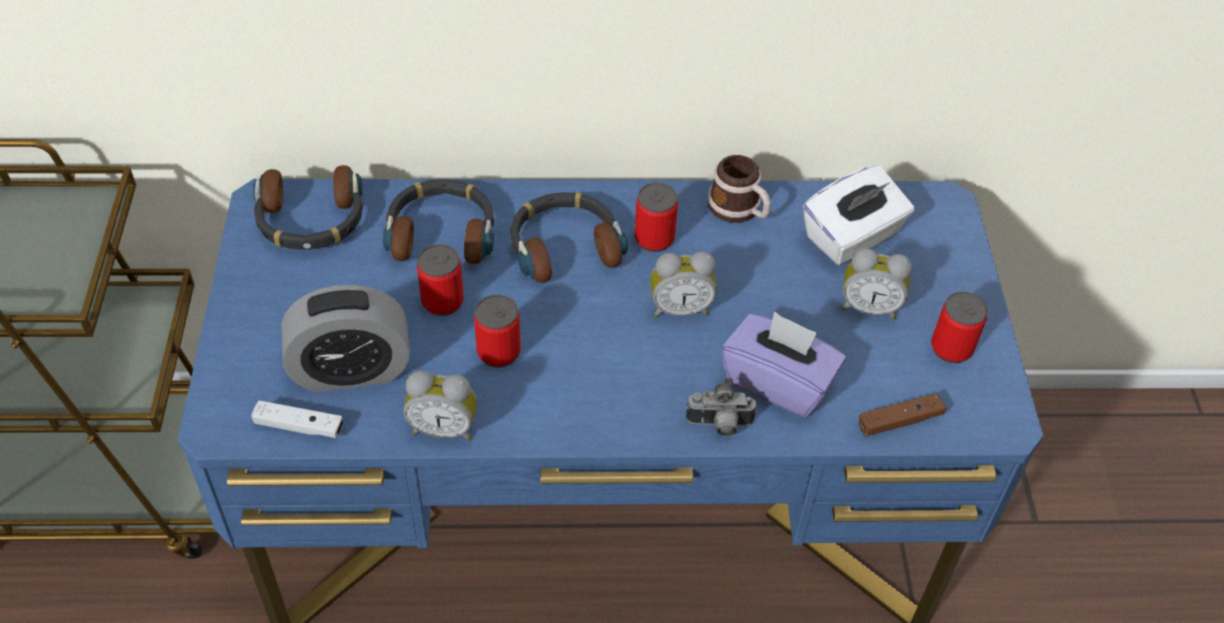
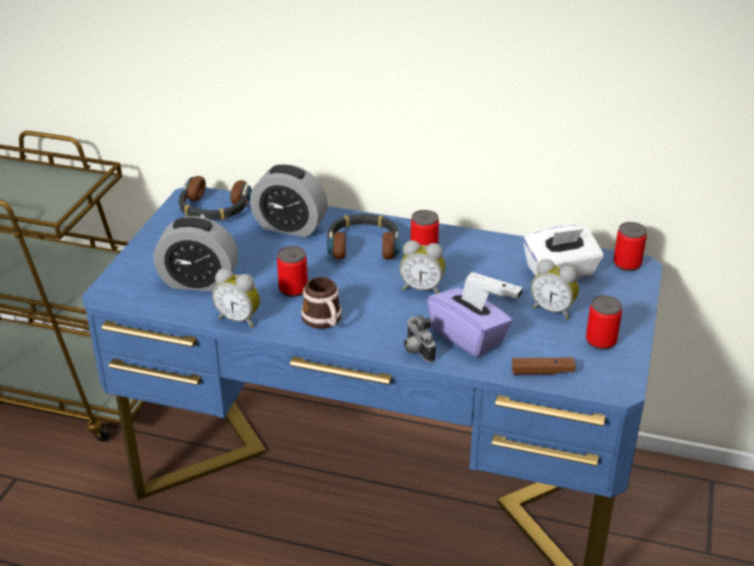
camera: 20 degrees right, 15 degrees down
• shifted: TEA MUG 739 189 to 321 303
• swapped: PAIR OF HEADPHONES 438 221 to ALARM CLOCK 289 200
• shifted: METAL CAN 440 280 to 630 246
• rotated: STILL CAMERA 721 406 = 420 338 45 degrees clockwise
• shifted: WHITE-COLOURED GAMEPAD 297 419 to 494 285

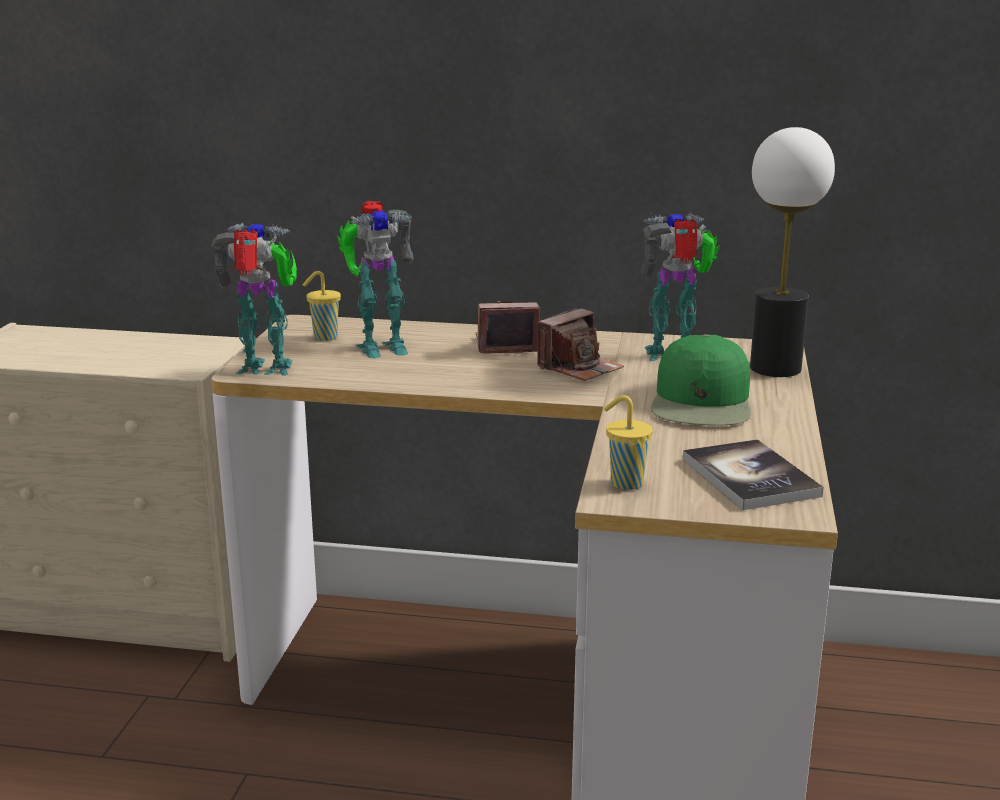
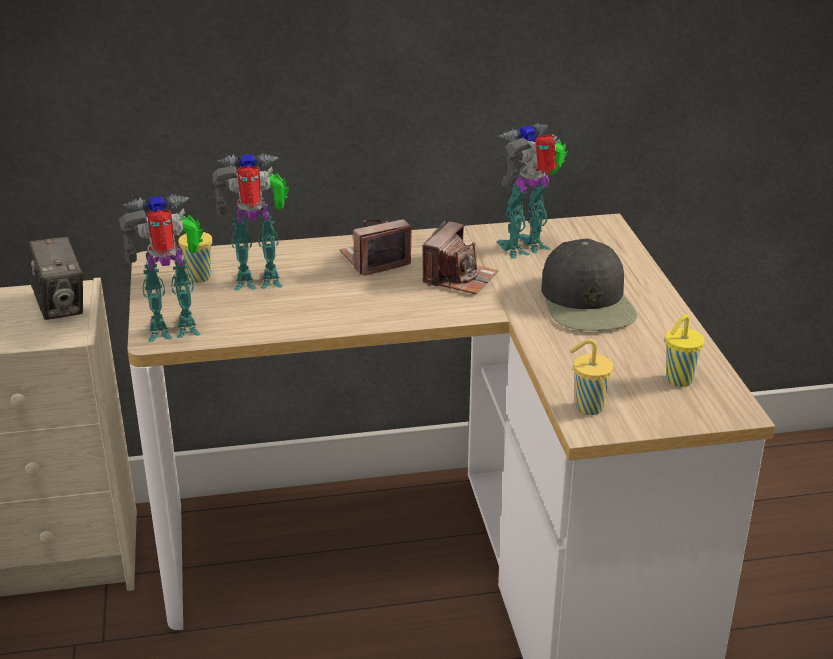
camera: 20 degrees left, 10 degrees up
• gone: TABLETOP LAMP 792 252
• rotated: TOY ROBOT 375 279 = 250 222 150 degrees counterclockwise
• repainted: GREEN BASEBALL CAP 701 380 to BLACK BASEBALL CAP 589 285
• swapped: VOLUME 753 474 to YELLOWISH CUP 685 350
• new: STILL CAMERA 55 278

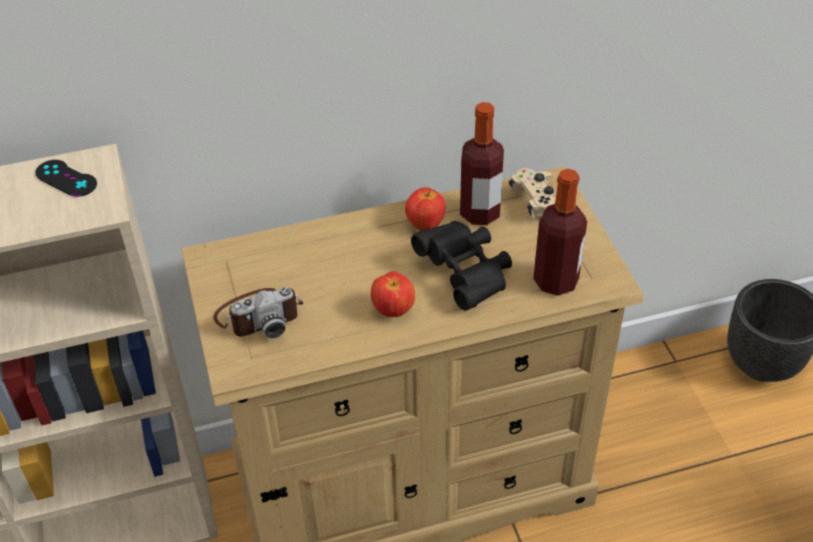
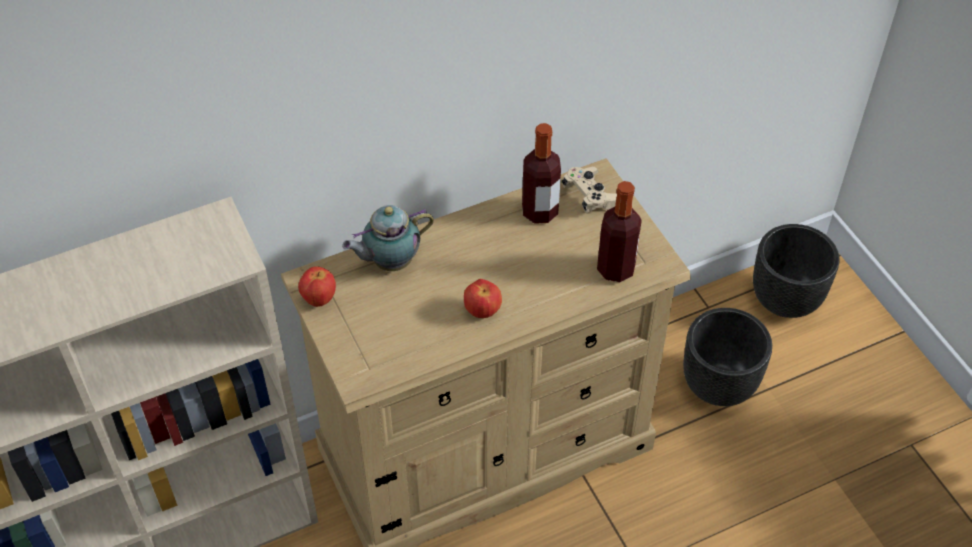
camera: 10 degrees left, 5 degrees up
• gone: BLACK GAMEPAD 66 178
• shifted: APPLE FRUIT 425 209 to 317 286
• gone: BLACK BINOCULARS 461 265
• gone: STILL CAMERA 258 312
• new: TEAPOT 388 238
• new: BLACK PLANTER 727 357

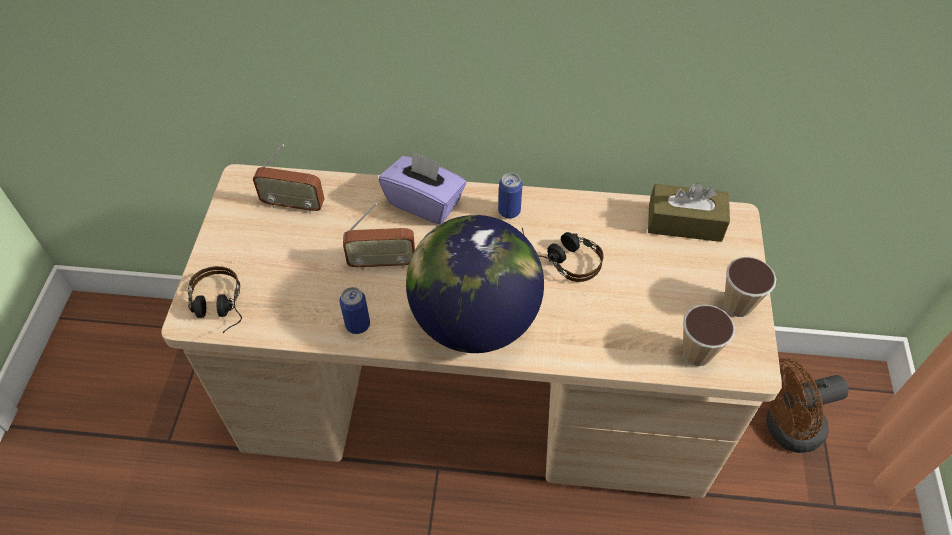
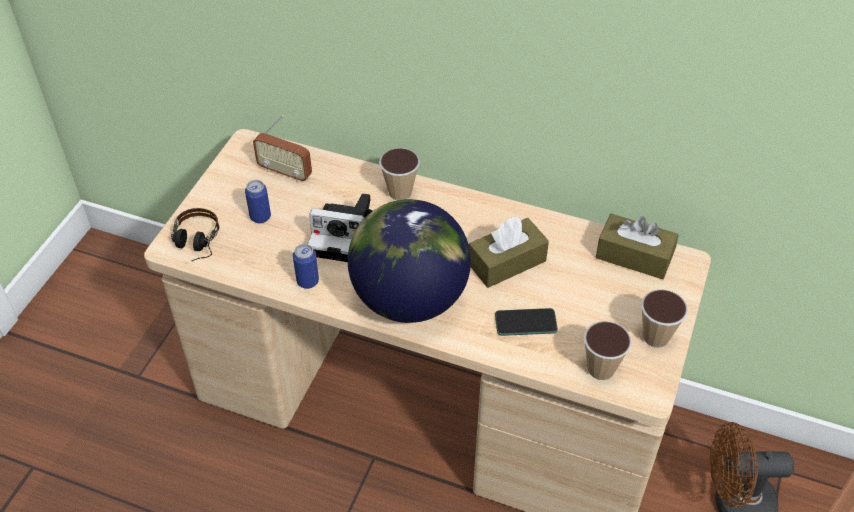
camera: 15 degrees right, 5 degrees down
• swapped: PURPLISH TISSUE BOX 422 188 to CUP 399 174
• shifted: METAL CAN 510 196 to 258 201
• swapped: RADIO 379 236 to STILL CAMERA 340 227
• swapped: PAIR OF HEADPHONES 563 255 to BROWN-COLOURED TISSUE BOX 509 252
• new: TELEPHONE 526 322

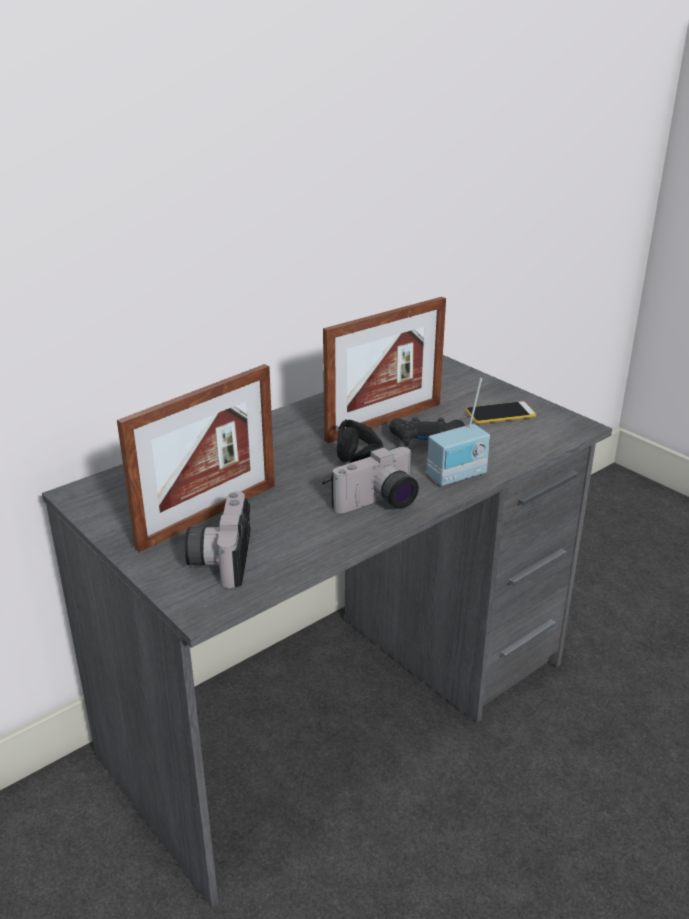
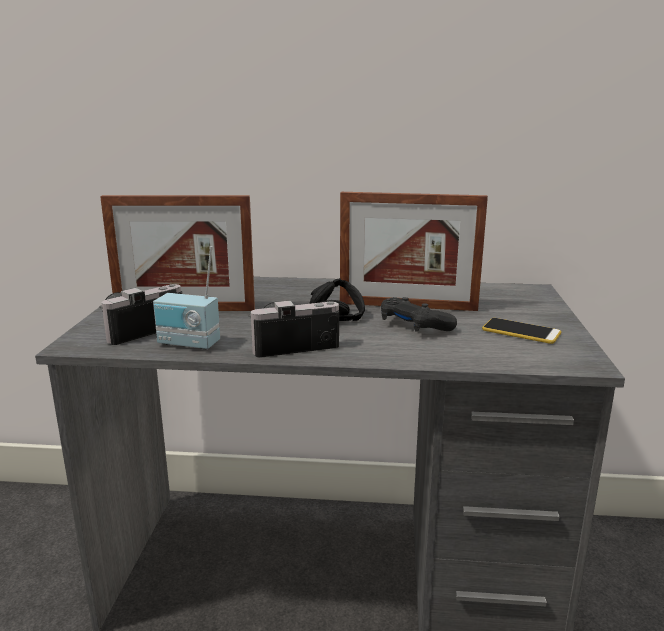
camera: 45 degrees right, 10 degrees down
• shifted: RADIO 458 432 to 186 298
• rotated: STILL CAMERA 375 479 = 293 329 150 degrees clockwise

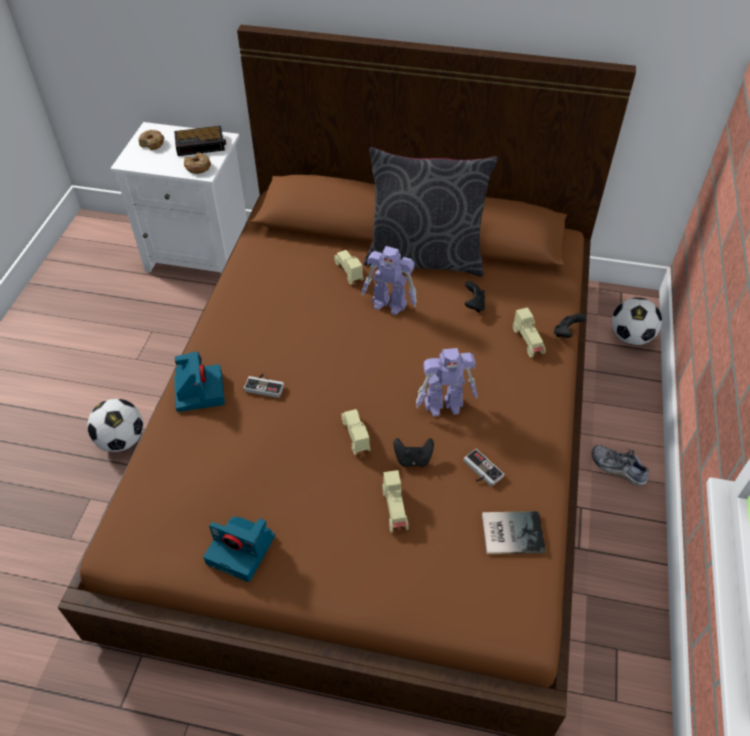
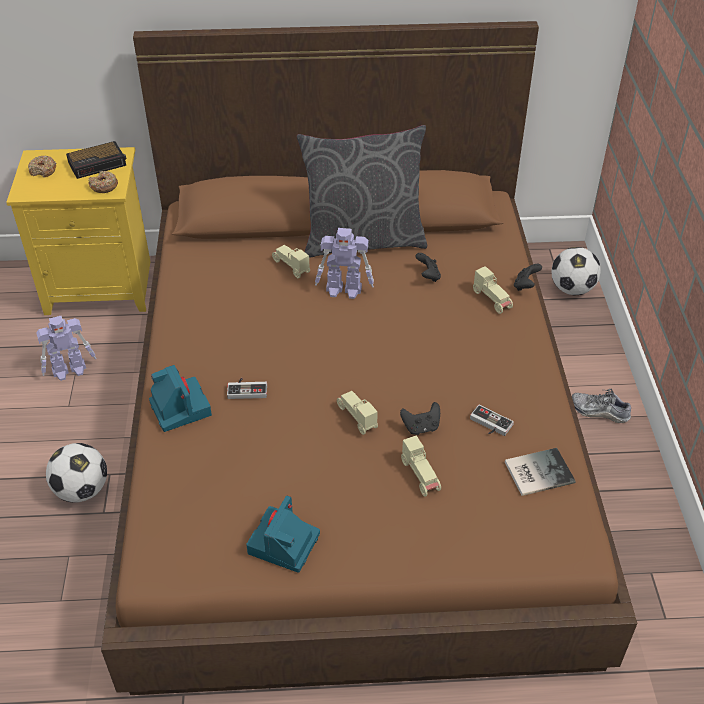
camera: 15 degrees left, 5 degrees down
• repainted: WHITE-COLOURED BEDSIDE TABLE 178 197 to YELLOWISH BEDSIDE TABLE 78 231
• shifted: TOY ROBOT 447 382 to 66 348
• rotated: STILL CAMERA 239 549 = 283 534 105 degrees clockwise

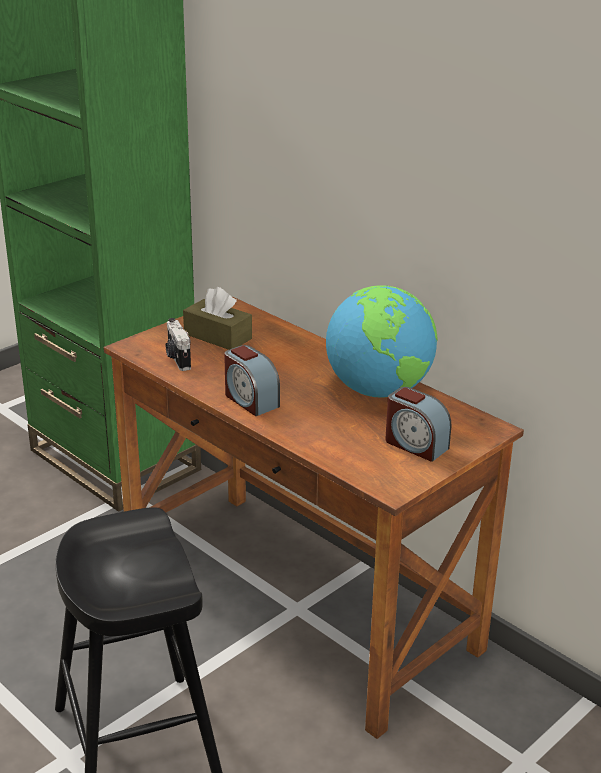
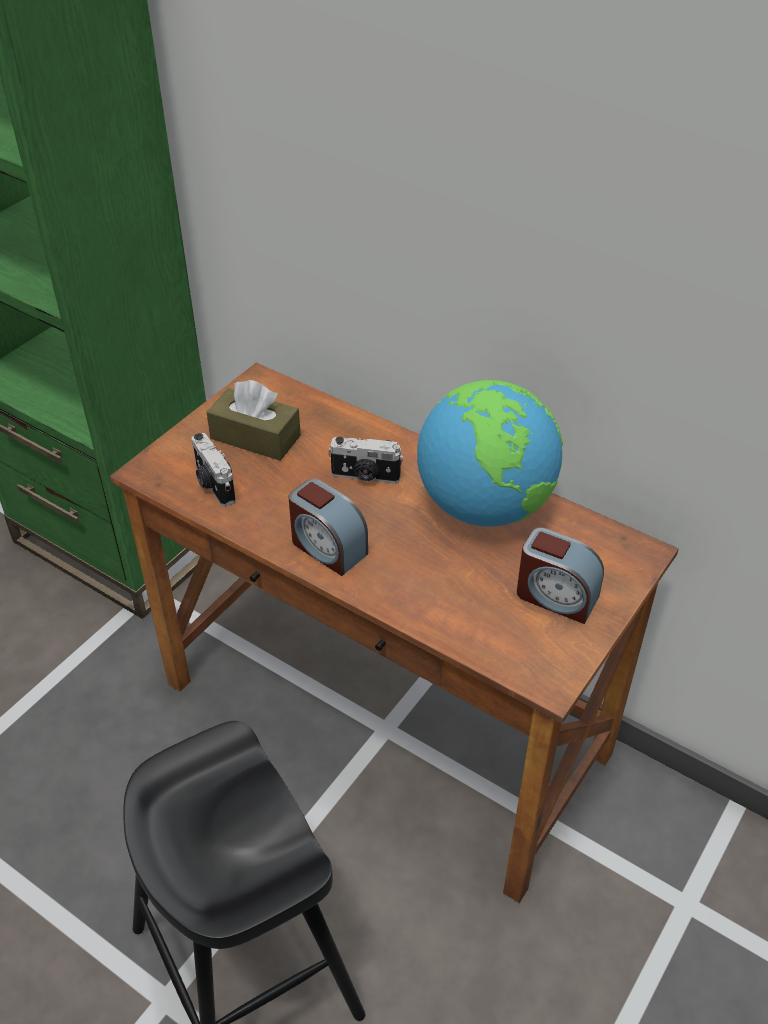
camera: 10 degrees left, 15 degrees up
• new: STILL CAMERA 365 460

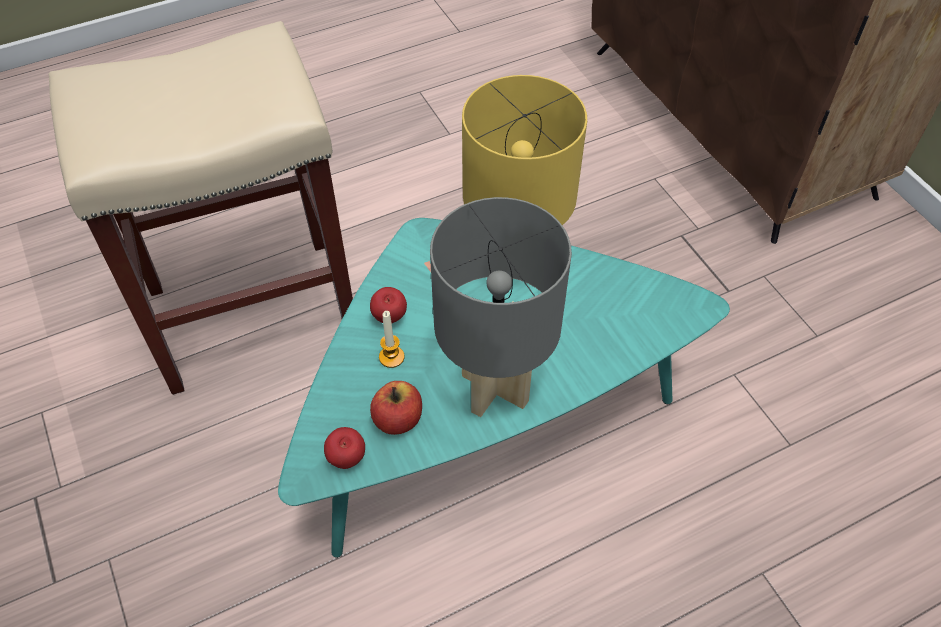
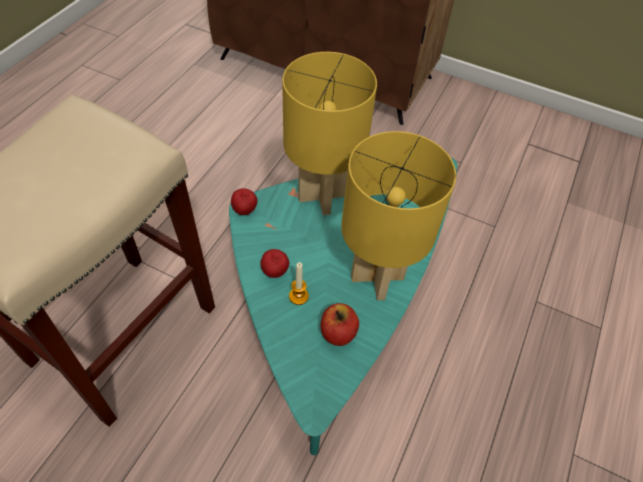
camera: 40 degrees left, 0 degrees up
• repainted: GREY TABLETOP LAMP 501 307 to YELLOWISH TABLETOP LAMP 398 215
• shifted: APPLE FRUIT 344 448 to 244 201

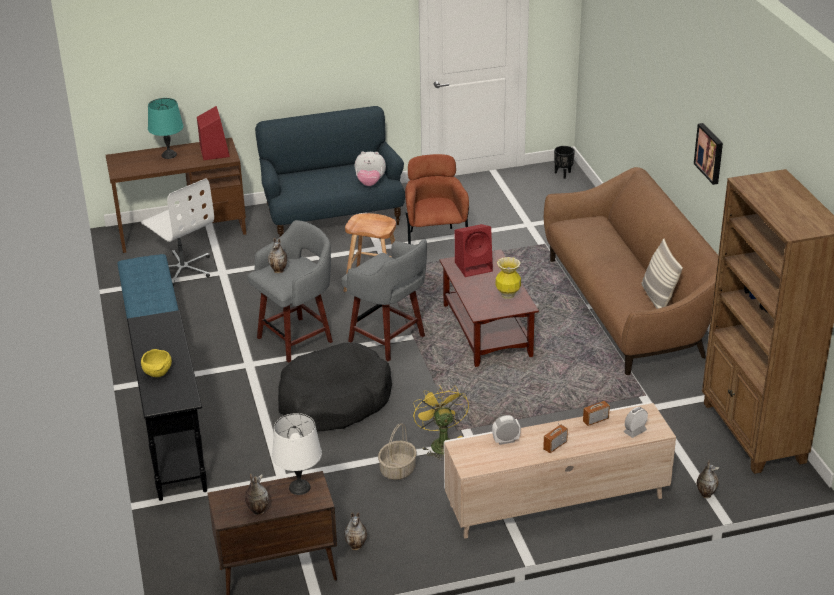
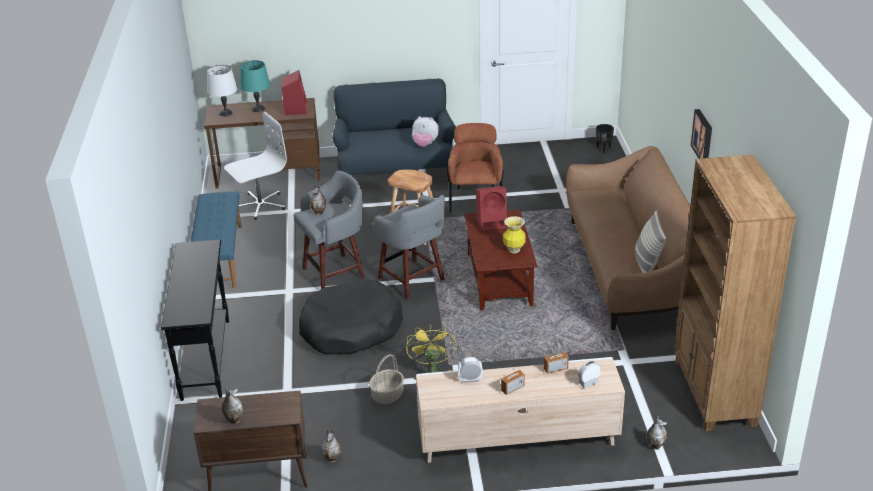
camera: 10 degrees right, 0 degrees up
• rotated: WHITE-COLOURED COMPUTER CHAIR 177 232 = 255 166 90 degrees counterclockwise
• gone: YELLOWISH DEEP DISH 156 363
• shifted: WHITE-COLOURED TABLETOP LAMP 297 454 to 222 91

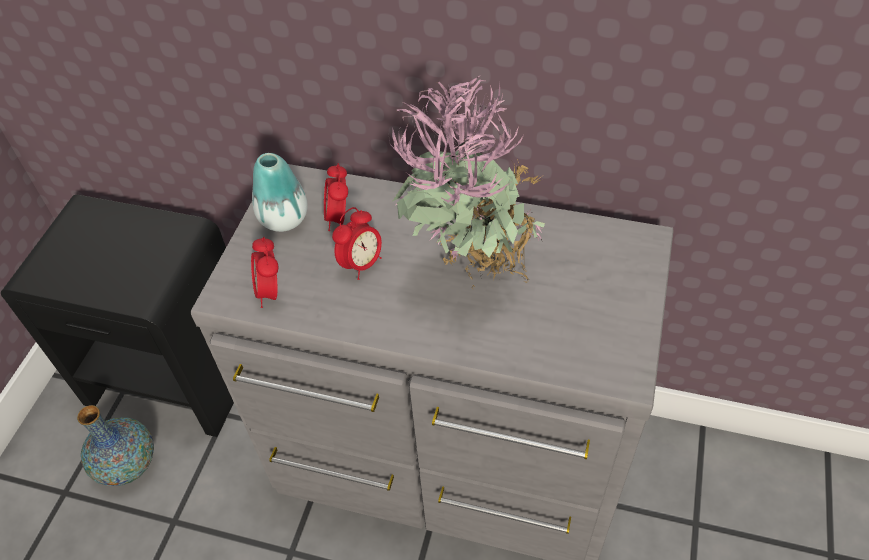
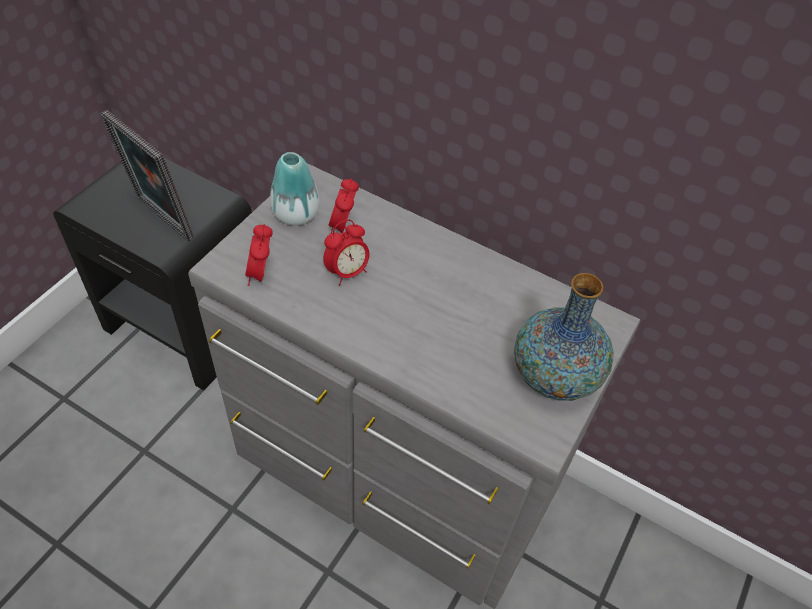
camera: 10 degrees right, 0 degrees up
• gone: HOUSEPLANT 466 183
• shifted: DECORATIVE VASE 115 445 to 564 337
• new: PICTURE FRAME 147 175

